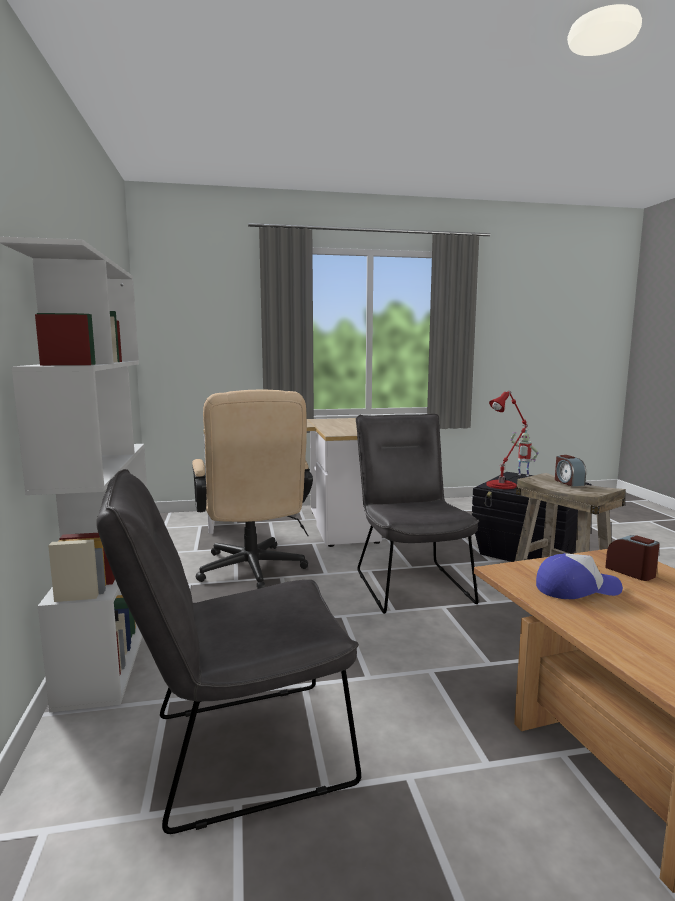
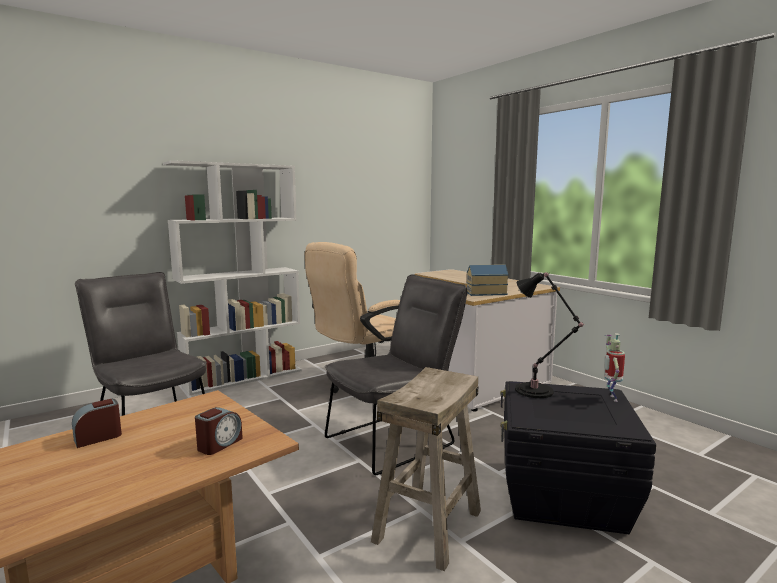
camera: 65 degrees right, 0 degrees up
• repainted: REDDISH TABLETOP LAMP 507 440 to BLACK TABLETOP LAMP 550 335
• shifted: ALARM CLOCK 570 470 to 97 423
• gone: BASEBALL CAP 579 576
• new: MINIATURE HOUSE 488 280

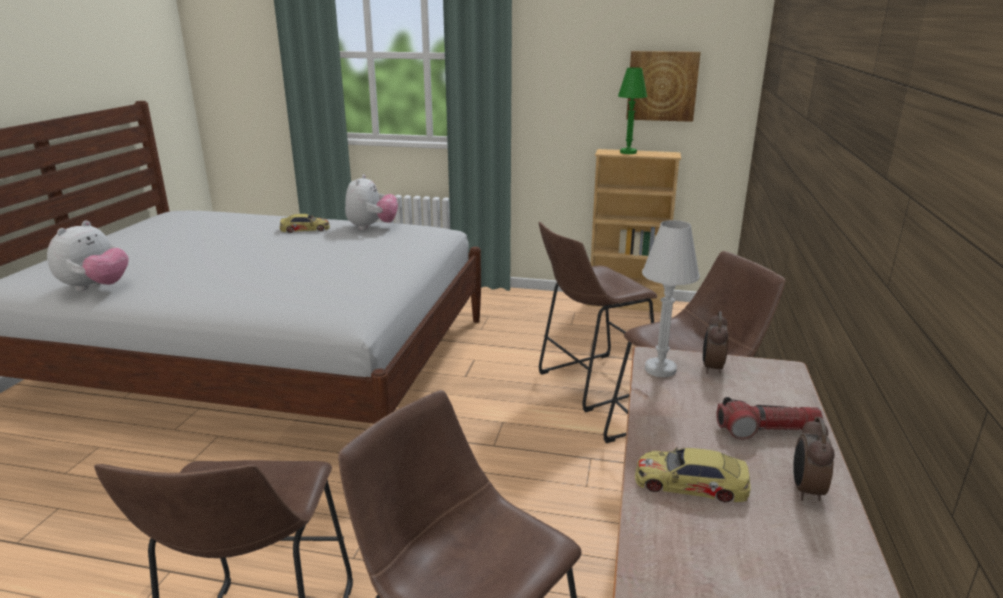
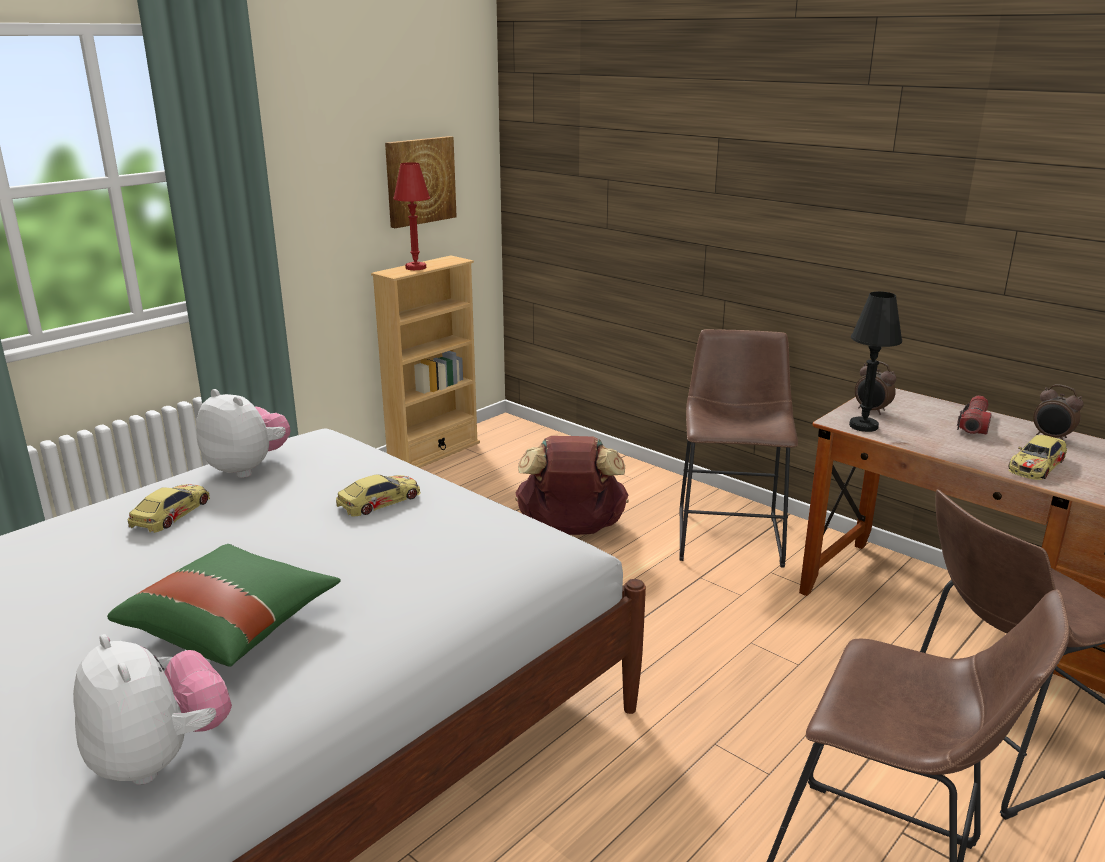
camera: 60 degrees left, 0 degrees up
• repainted: GREEN TABLETOP LAMP 632 111 to REDDISH TABLETOP LAMP 411 216
• repainted: WHITE-COLOURED TABLETOP LAMP 671 298 to BLACK TABLETOP LAMP 875 361
• swapped: BROWN-COLOURED STOOL SEAT 598 317 to BROWN-COLOURED BACKPACK 572 485
• new: MODEL CAR 378 495
• new: GREEN THROW PILLOW 224 605

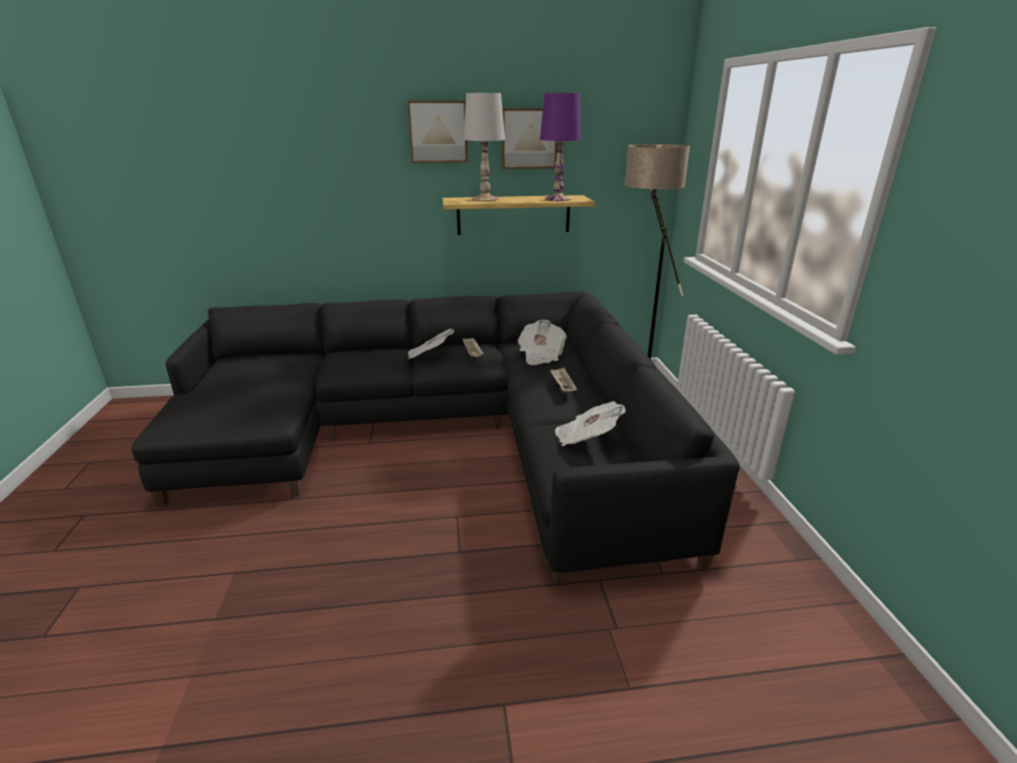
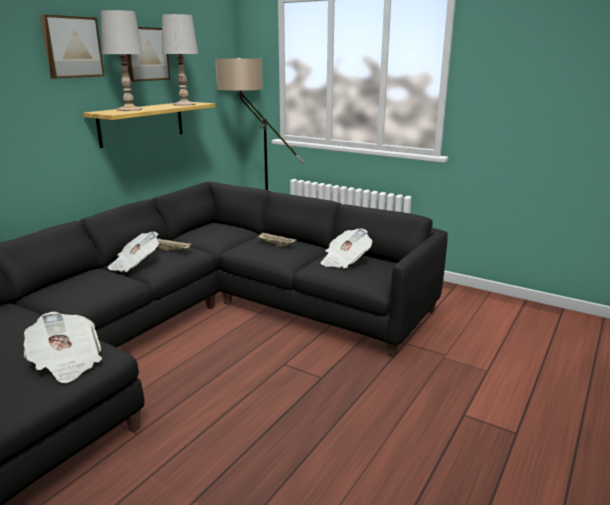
camera: 50 degrees left, 5 degrees down
• repainted: PURPLISH TABLETOP LAMP 560 147 to WHITE-COLOURED TABLETOP LAMP 180 60
• shifted: PRINTED PAPER 542 342 to 62 347

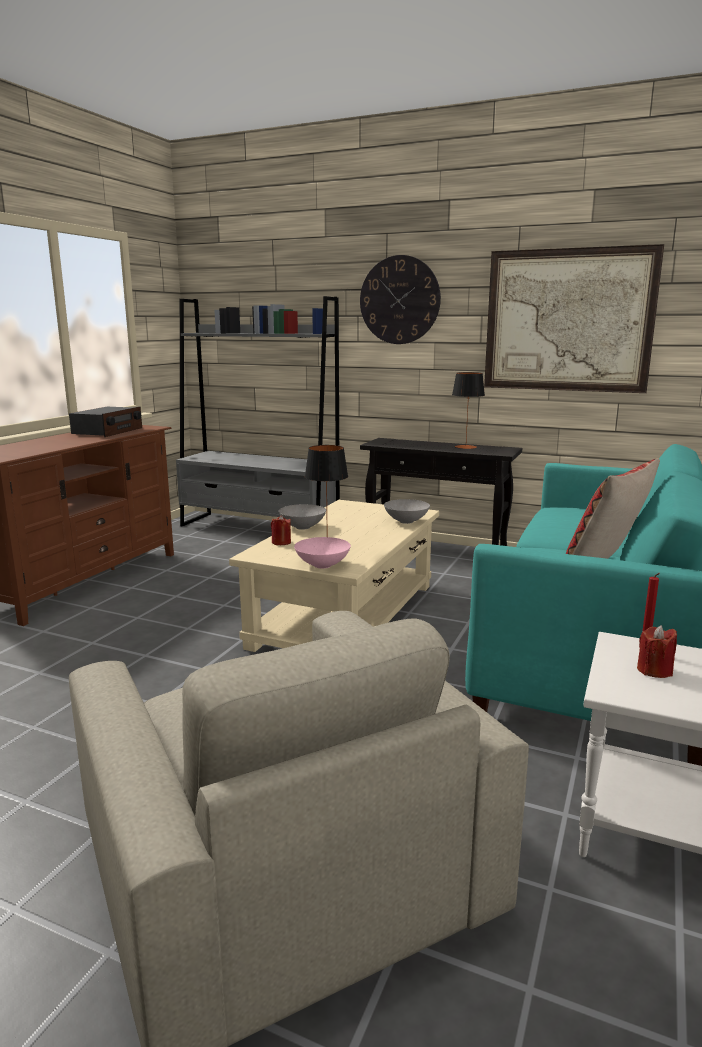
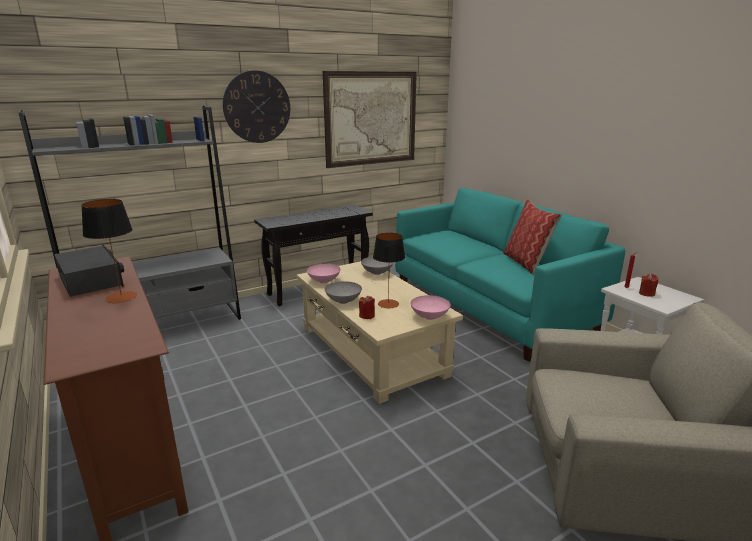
camera: 55 degrees left, 5 degrees up
• shifted: TABLETOP LAMP 468 410 to 109 251
• new: PINK DEEP DISH 324 273

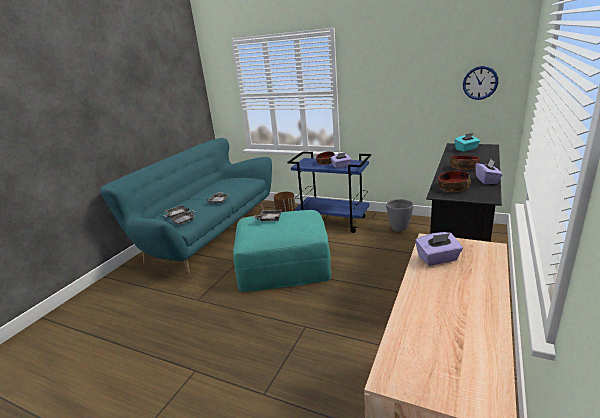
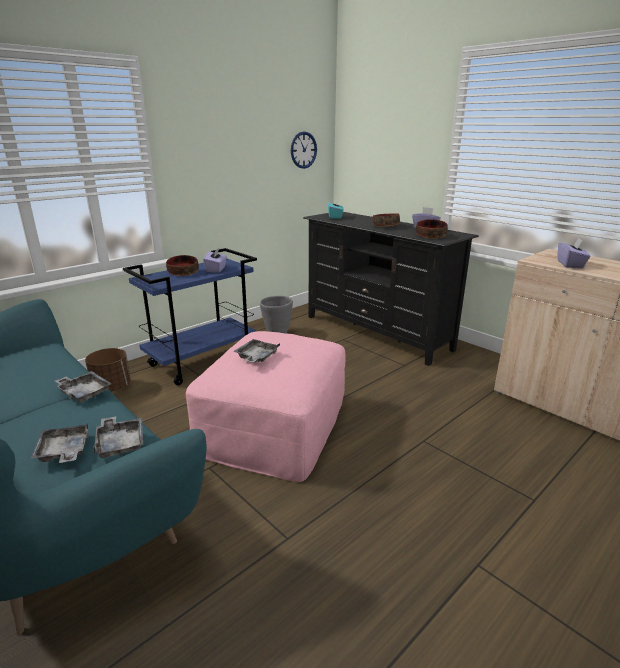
camera: 70 degrees left, 0 degrees up
• repainted: TURQUOISE OTTOMAN 282 251 to PINK OTTOMAN 266 406

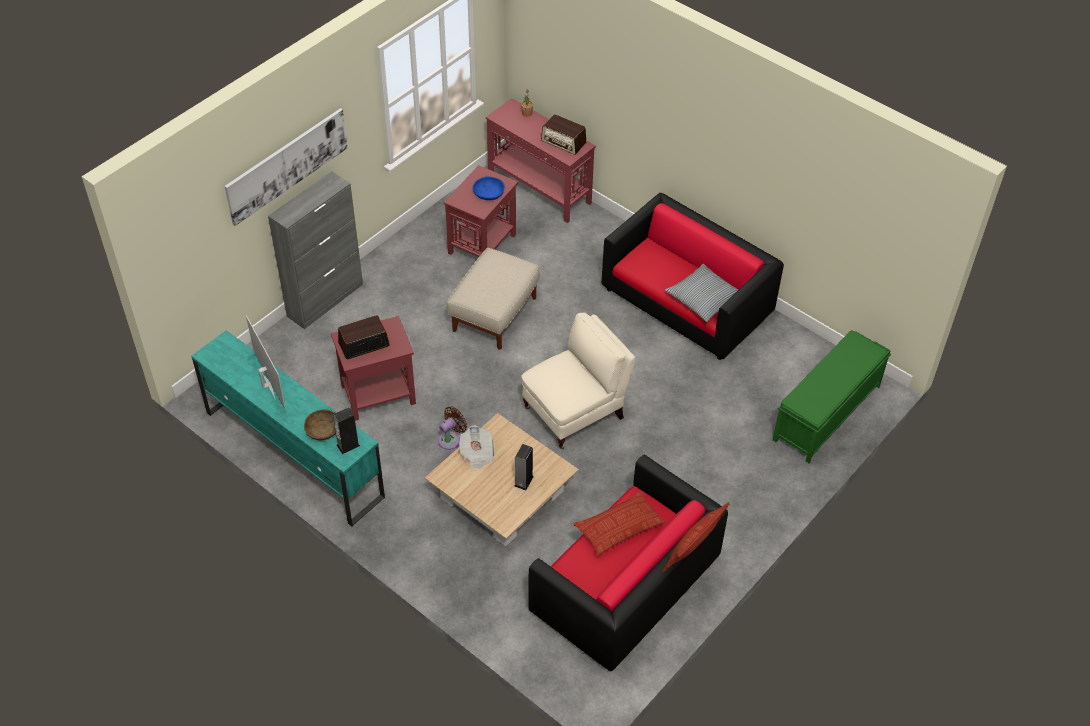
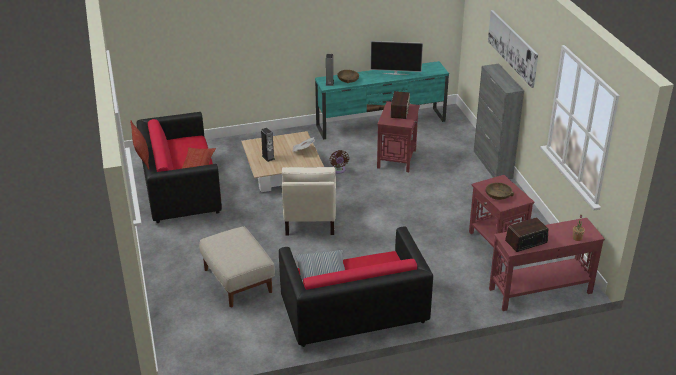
camera: 125 degrees right, 15 degrees down
• repainted: BLUE DEEP DISH 489 187 to BROWN-COLOURED DEEP DISH 499 191
• shifted: BEIGE OTTOMAN 493 299 to 237 267
• gone: GREEN BENCH 831 396

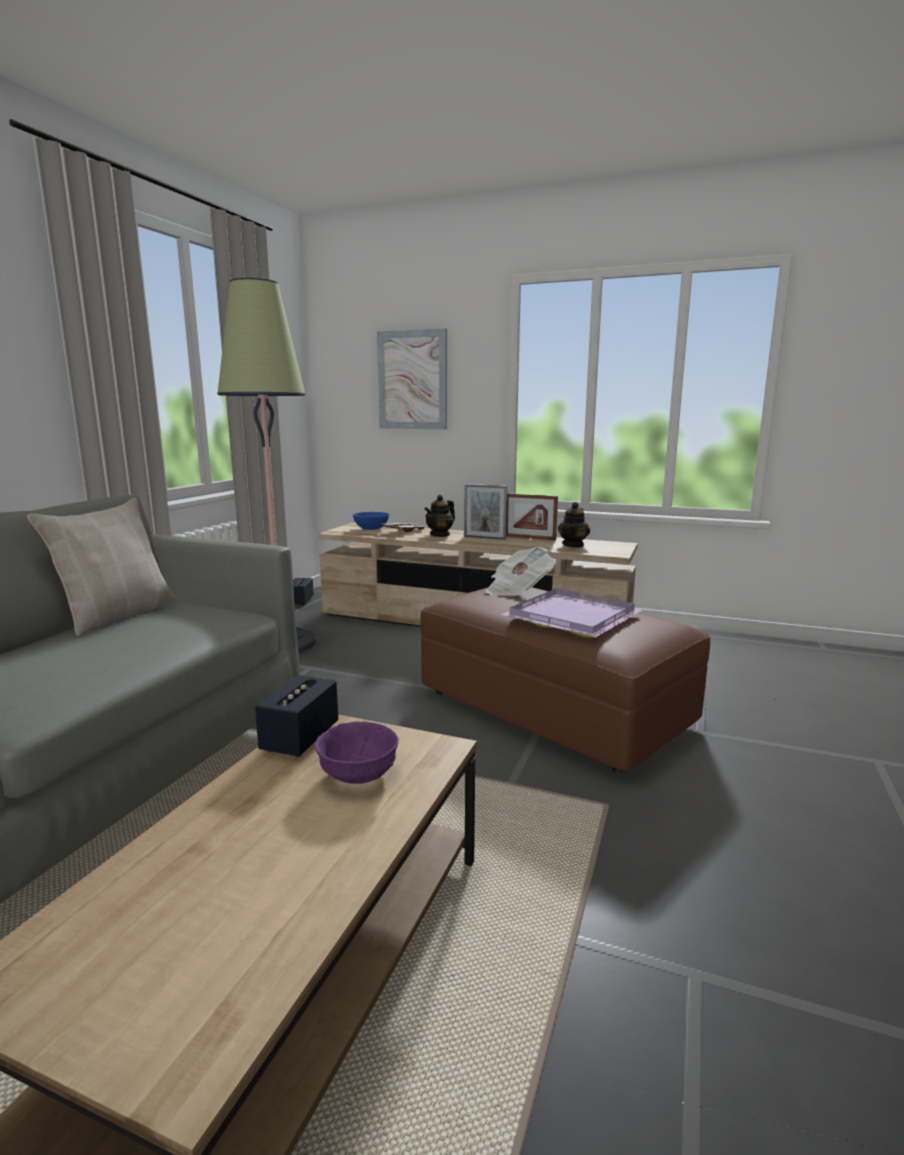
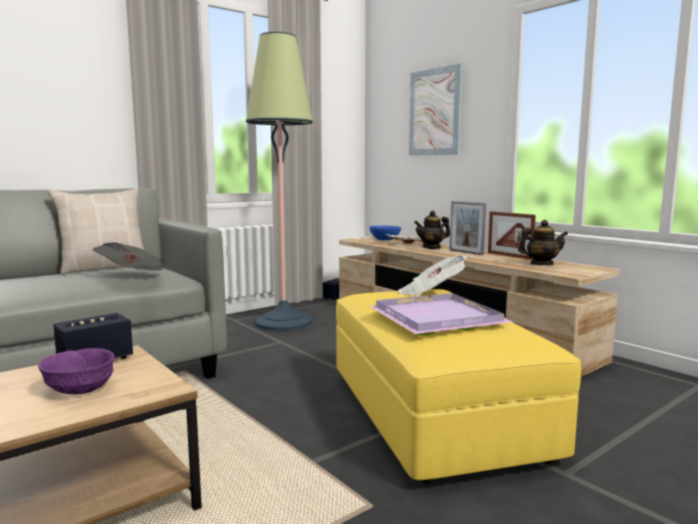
camera: 30 degrees right, 5 degrees down
• rotated: TEAPOT 574 525 = 543 242 150 degrees counterclockwise
• repainted: BROWN-COLOURED OTTOMAN 565 679 to YELLOWISH OTTOMAN 458 386
• new: PRINTED PAPER 128 257

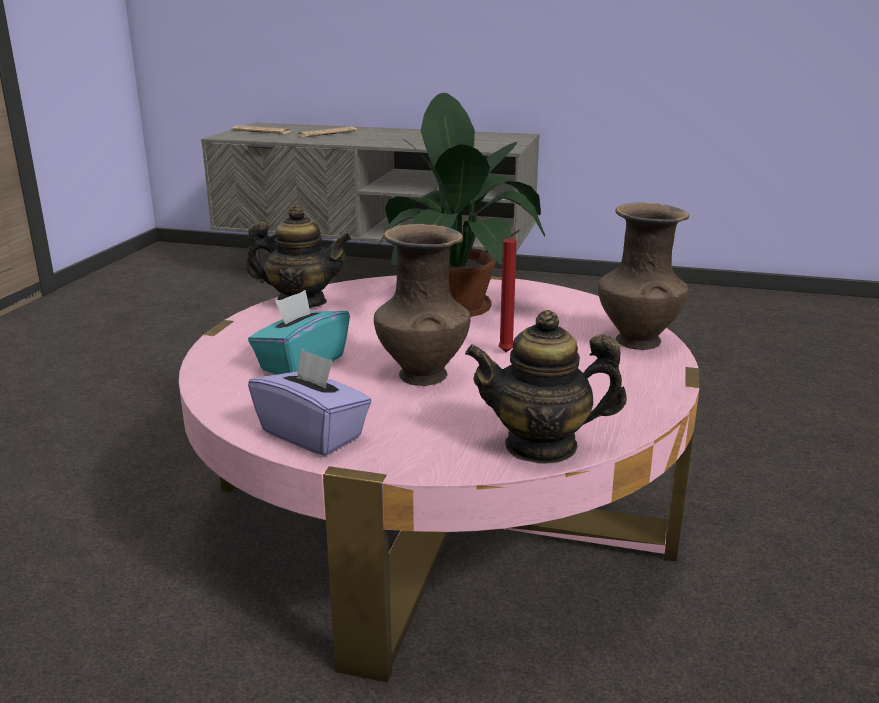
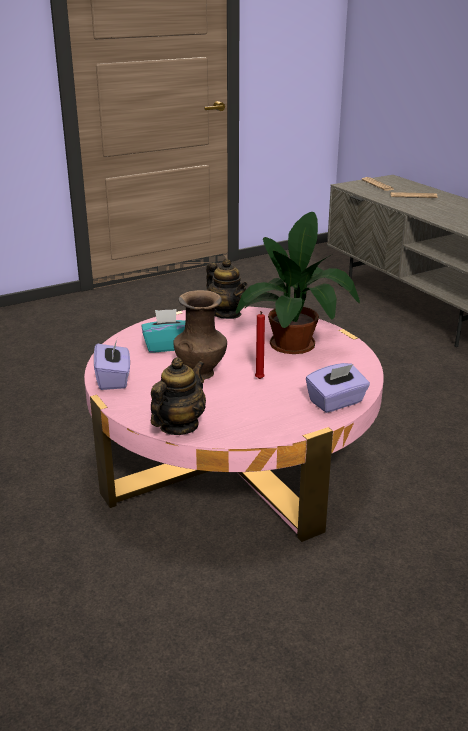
camera: 45 degrees right, 5 degrees up
• swapped: BROWN-COLOURED DECORATIVE VASE 643 276 to PURPLISH TISSUE BOX 338 388
• rotated: TEAPOT 546 387 = 178 396 75 degrees clockwise

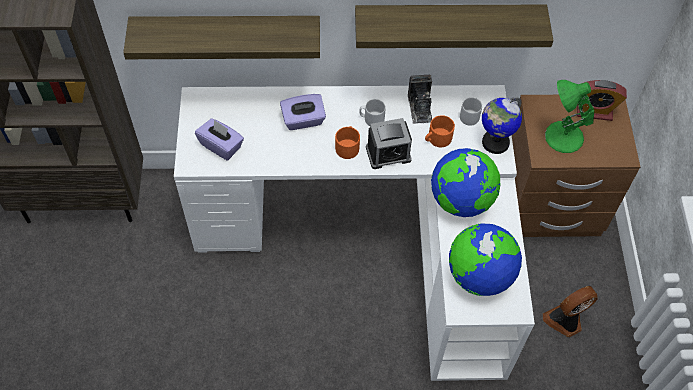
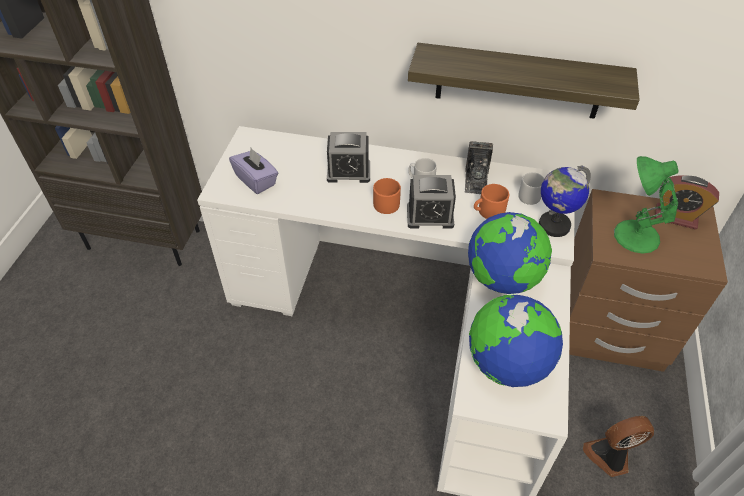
camera: 15 degrees right, 10 degrees down
• gone: WALL SHELF 221 37
• swapped: PURPLISH TISSUE BOX 303 112 to ALARM CLOCK 348 157

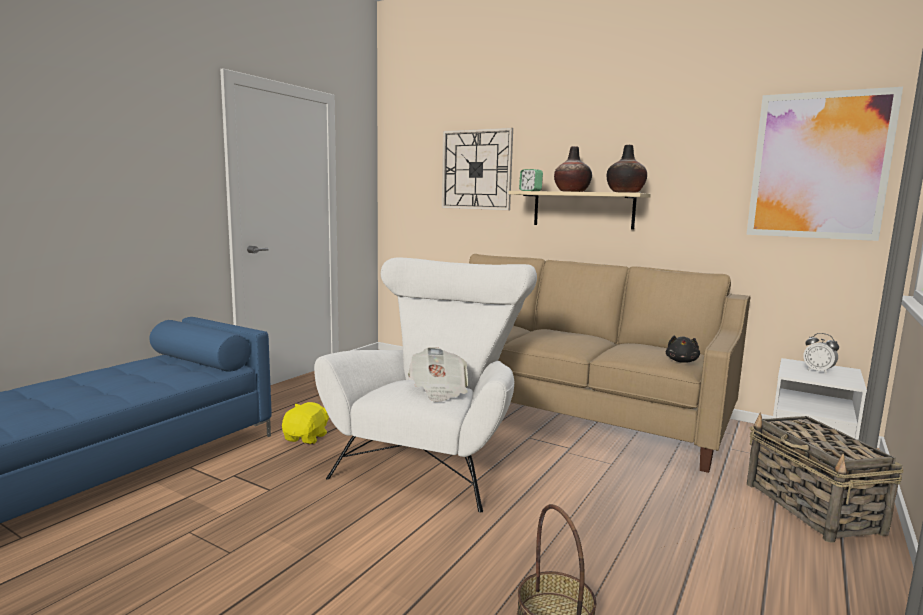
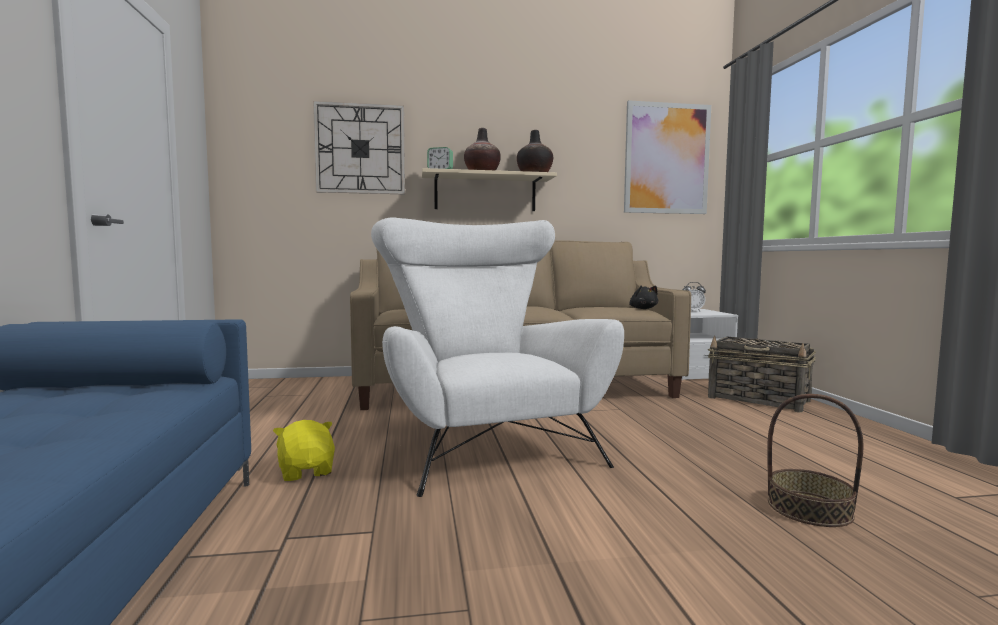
camera: 40 degrees left, 5 degrees down
• gone: PRINTED PAPER 438 374

